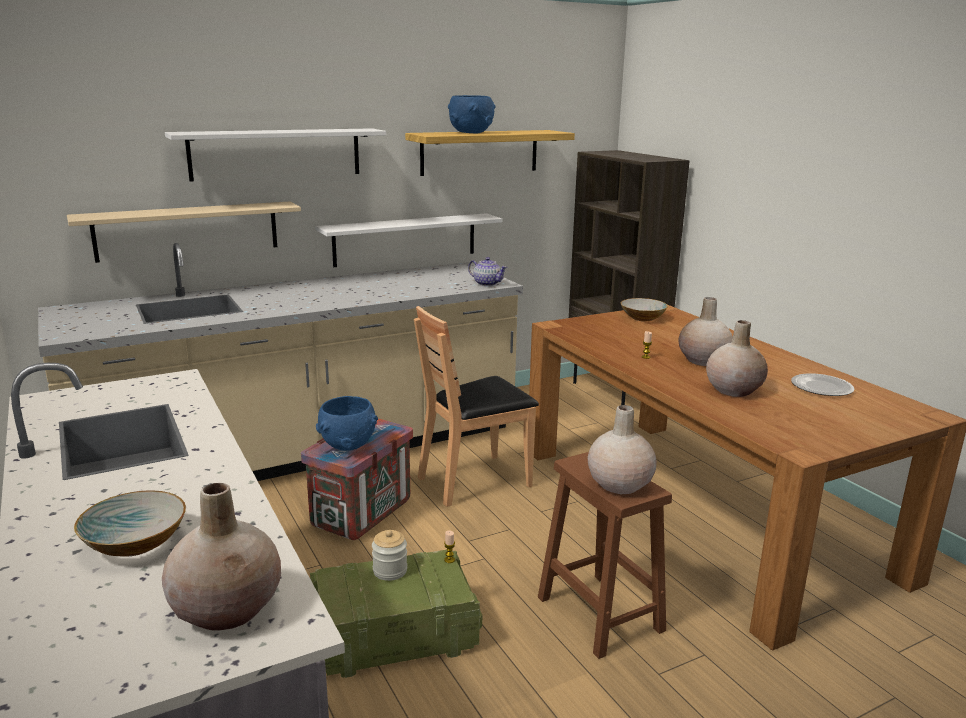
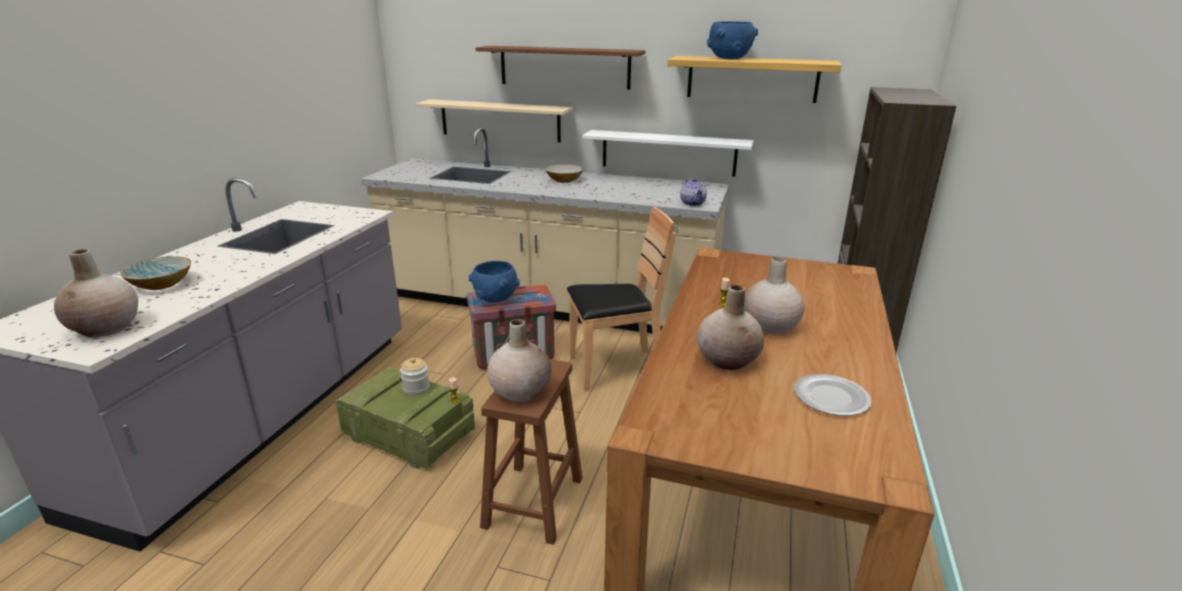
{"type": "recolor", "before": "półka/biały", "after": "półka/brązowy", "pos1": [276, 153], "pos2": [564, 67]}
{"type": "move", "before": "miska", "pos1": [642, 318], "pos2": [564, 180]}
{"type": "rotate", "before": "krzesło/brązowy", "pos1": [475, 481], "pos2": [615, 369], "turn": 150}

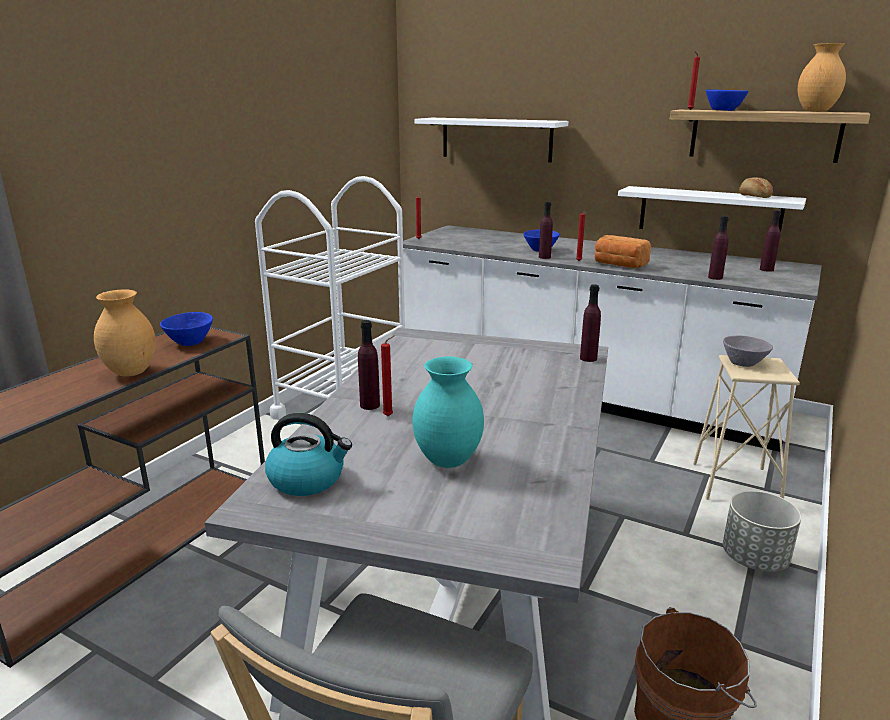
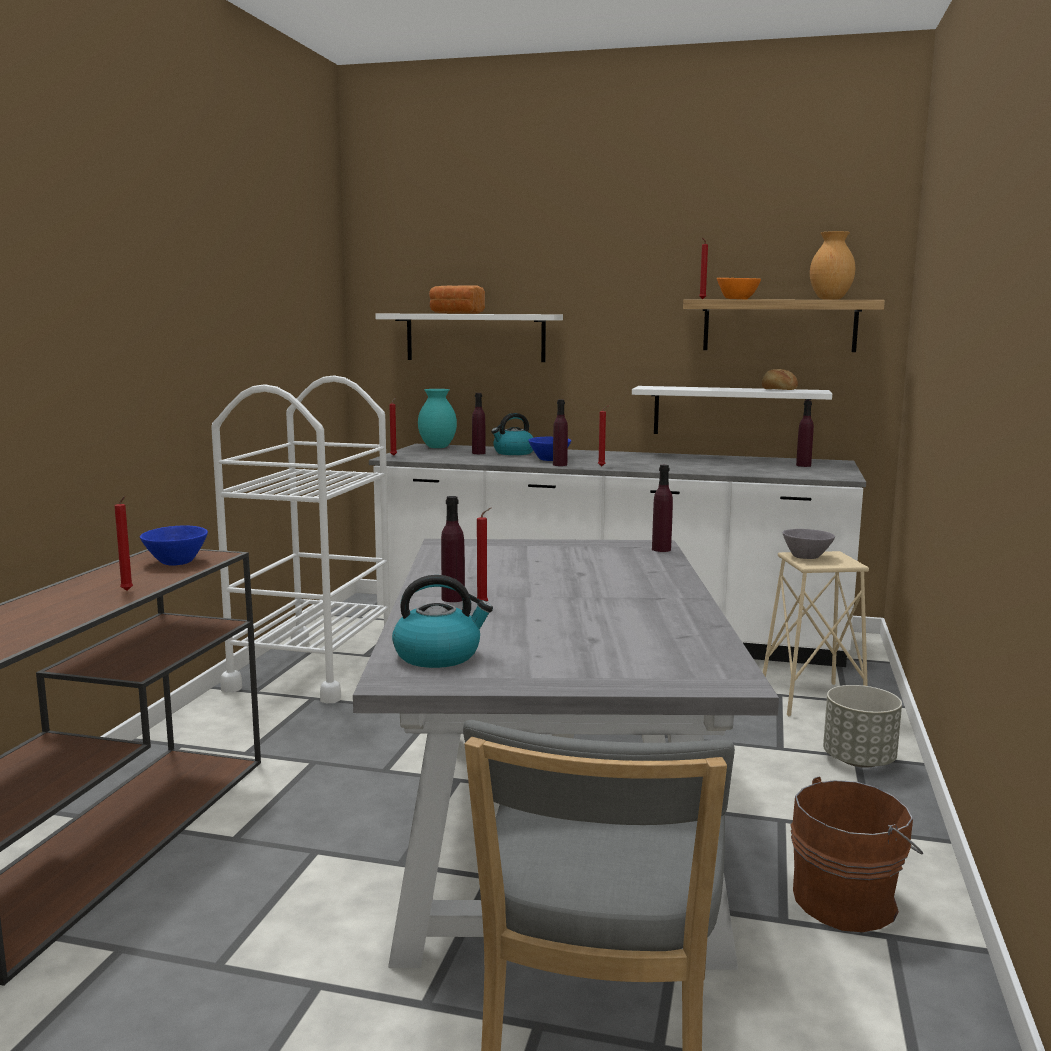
{"type": "recolor", "before": "miska/niebieski", "after": "miska/pomarańczowy", "pos1": [723, 110], "pos2": [737, 299]}
{"type": "move", "before": "butelka/fioletowy", "pos1": [715, 277], "pos2": [478, 453]}
{"type": "move", "before": "chleb", "pos1": [619, 265], "pos2": [455, 313]}
{"type": "replace", "before": "wazon/brązowy", "after": "świeca/czerwony", "pos1": [130, 373], "pos2": [128, 591]}
{"type": "move", "before": "wazon/turkusowy", "pos1": [448, 461], "pos2": [437, 447]}
{"type": "insert", "after": "czajnik", "pos2": [513, 453]}

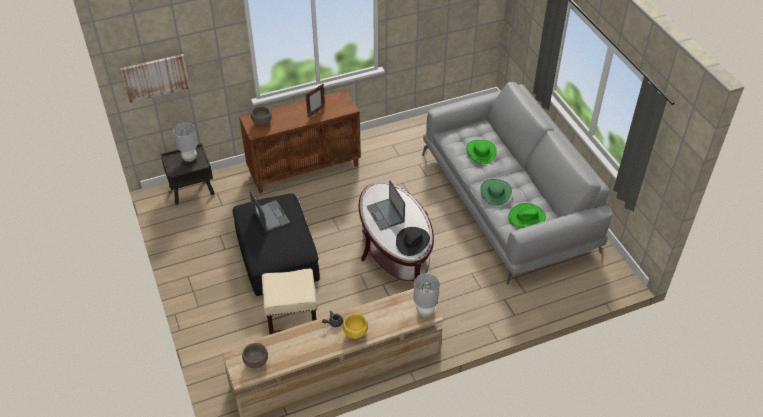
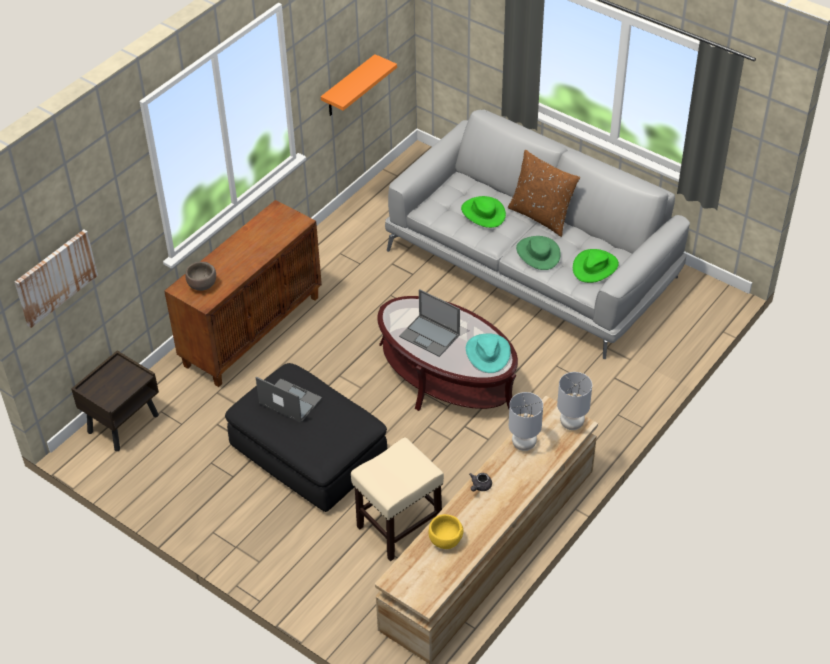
{"type": "delete", "before": "ramka na zdjęcie", "pos1": [316, 112]}
{"type": "move", "before": "lampa stołowa/szary", "pos1": [189, 158], "pos2": [523, 444]}
{"type": "recolor", "before": "kapelusz/czarny", "after": "kapelusz/turkusowy", "pos1": [412, 241], "pos2": [487, 353]}
{"type": "move", "before": "miska/żółty", "pos1": [355, 333], "pos2": [445, 541]}
{"type": "delete", "before": "miska/brązowy", "pos1": [256, 362]}
{"type": "insert", "after": "półka/pomarańczowy", "pos2": [348, 87]}
{"type": "insert", "after": "poduszka/brązowy", "pos2": [541, 216]}

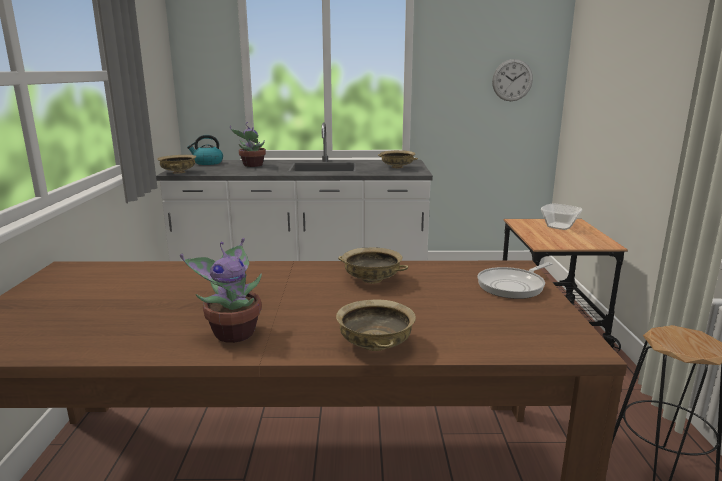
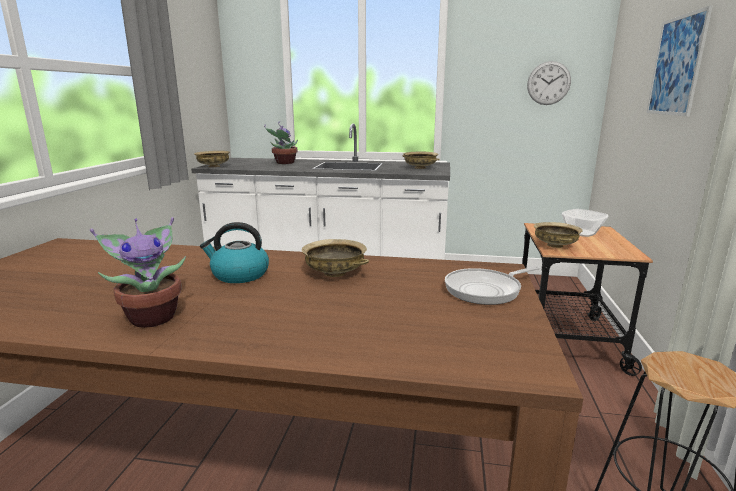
{"type": "move", "before": "czajnik", "pos1": [207, 163], "pos2": [239, 275]}
{"type": "move", "before": "miska/beżowy", "pos1": [375, 344], "pos2": [555, 245]}
{"type": "insert", "after": "obraz", "pos2": [676, 66]}

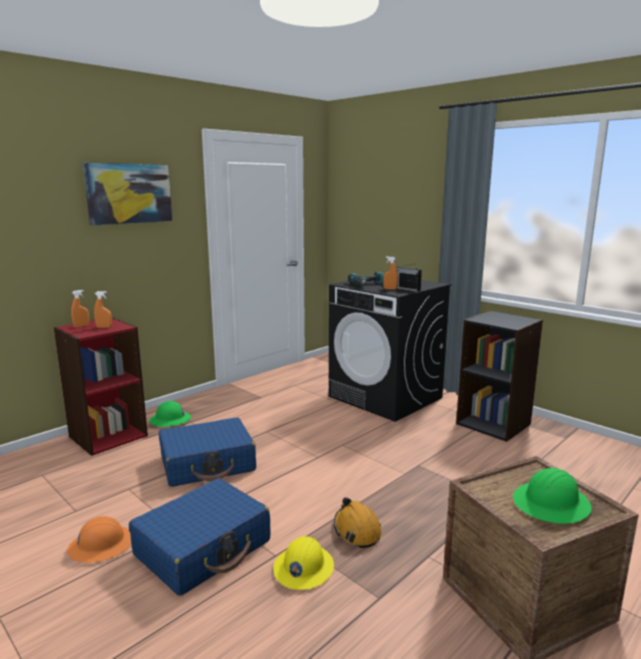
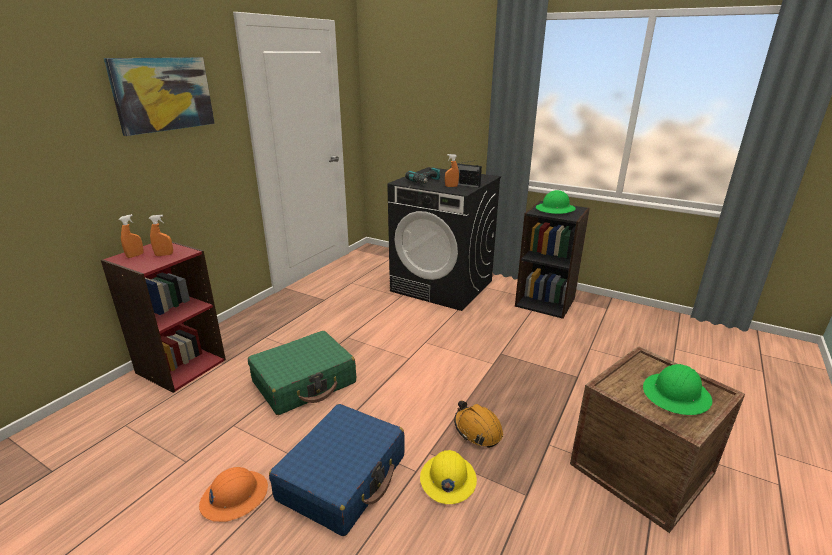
{"type": "move", "before": "kask/zielony", "pos1": [170, 420], "pos2": [555, 209]}
{"type": "recolor", "before": "walizka/niebieski", "after": "walizka/zielony", "pos1": [208, 464], "pos2": [304, 382]}

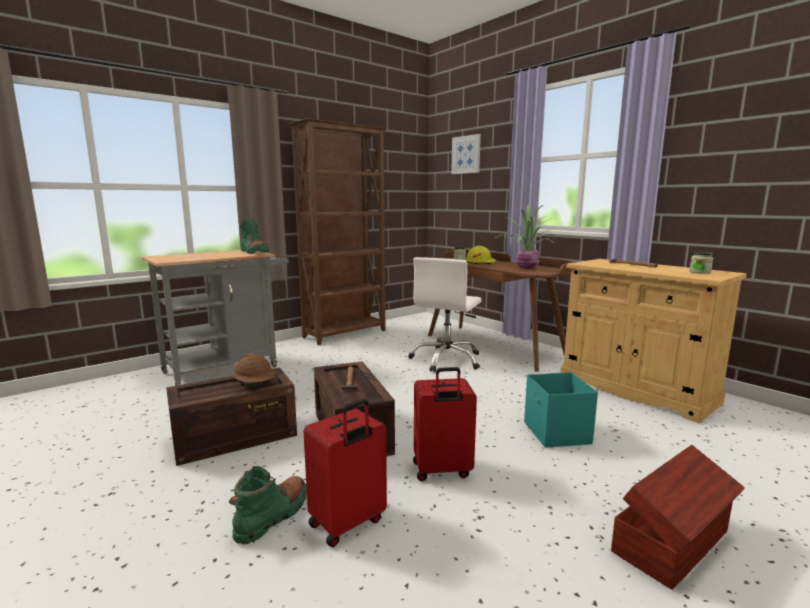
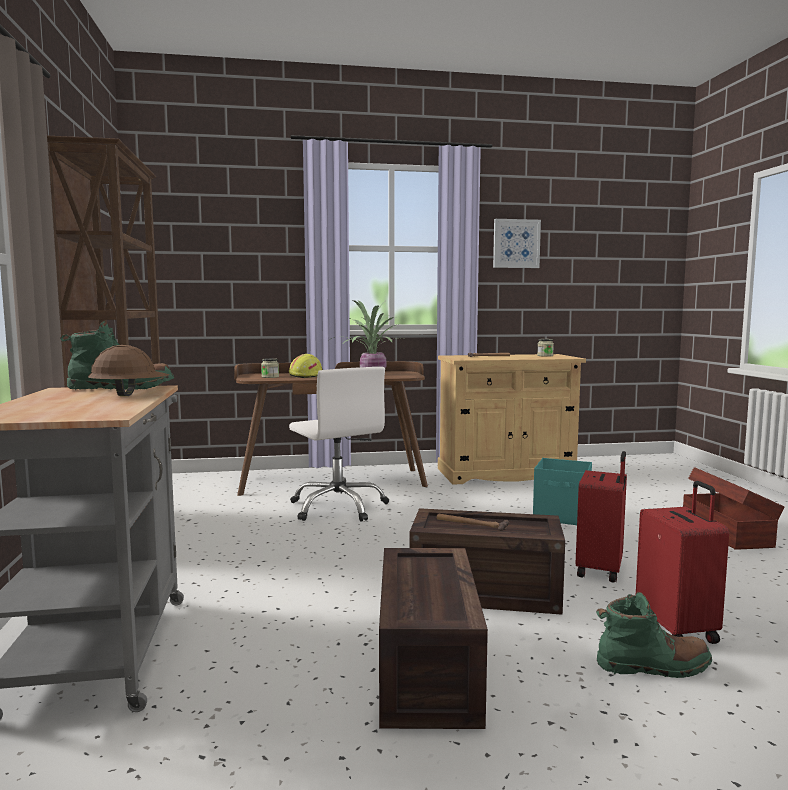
{"type": "move", "before": "obraz", "pos1": [466, 154], "pos2": [516, 243]}
{"type": "move", "before": "kask/brązowy", "pos1": [255, 385], "pos2": [130, 395]}
{"type": "rotate", "before": "but z cholewką/zielony", "pos1": [273, 516], "pos2": [653, 666], "turn": 120}

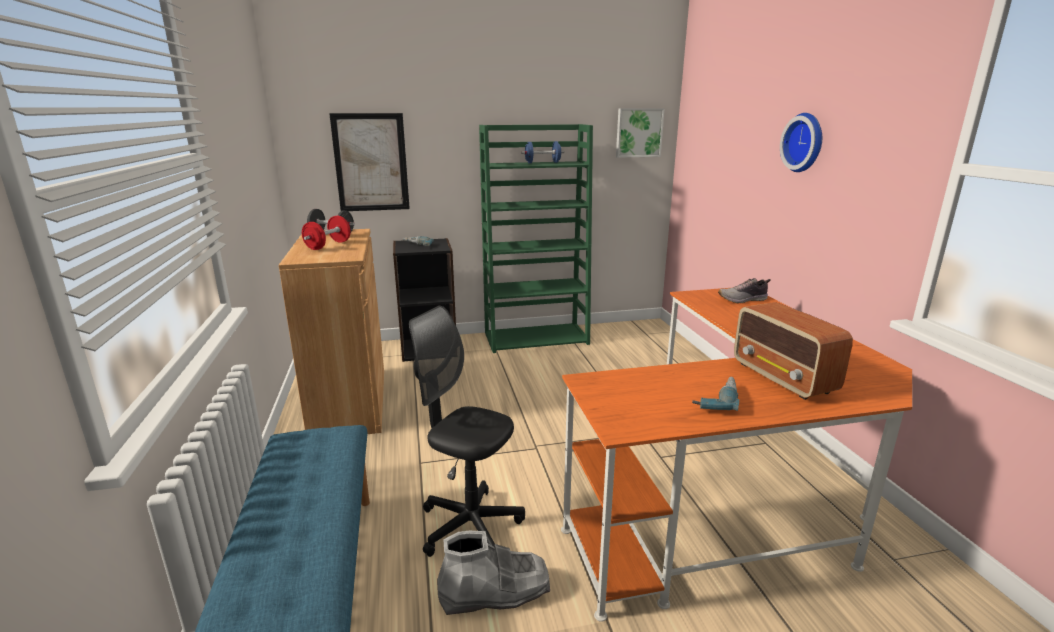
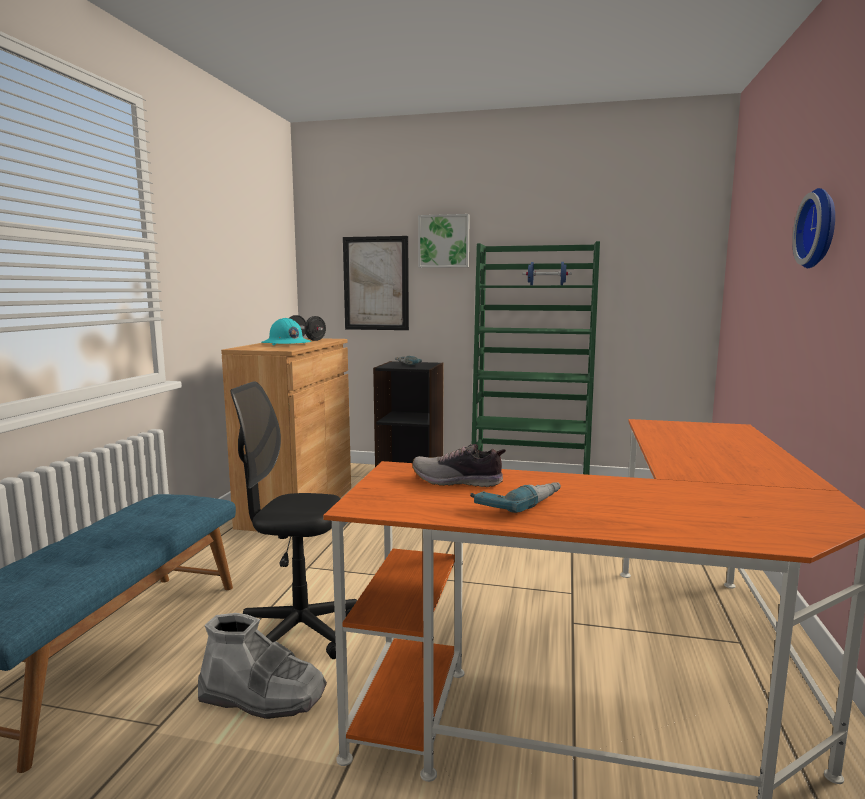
{"type": "move", "before": "obraz", "pos1": [638, 132], "pos2": [444, 241]}
{"type": "replace", "before": "hantel/czerwony", "after": "kask/turkusowy", "pos1": [328, 245], "pos2": [286, 344]}
{"type": "move", "before": "but", "pos1": [743, 300], "pos2": [457, 481]}
{"type": "delete", "before": "radio", "pos1": [783, 378]}
{"type": "rotate", "before": "krzesło biurowe/czarny", "pos1": [470, 526], "pos2": [298, 632], "turn": -45}

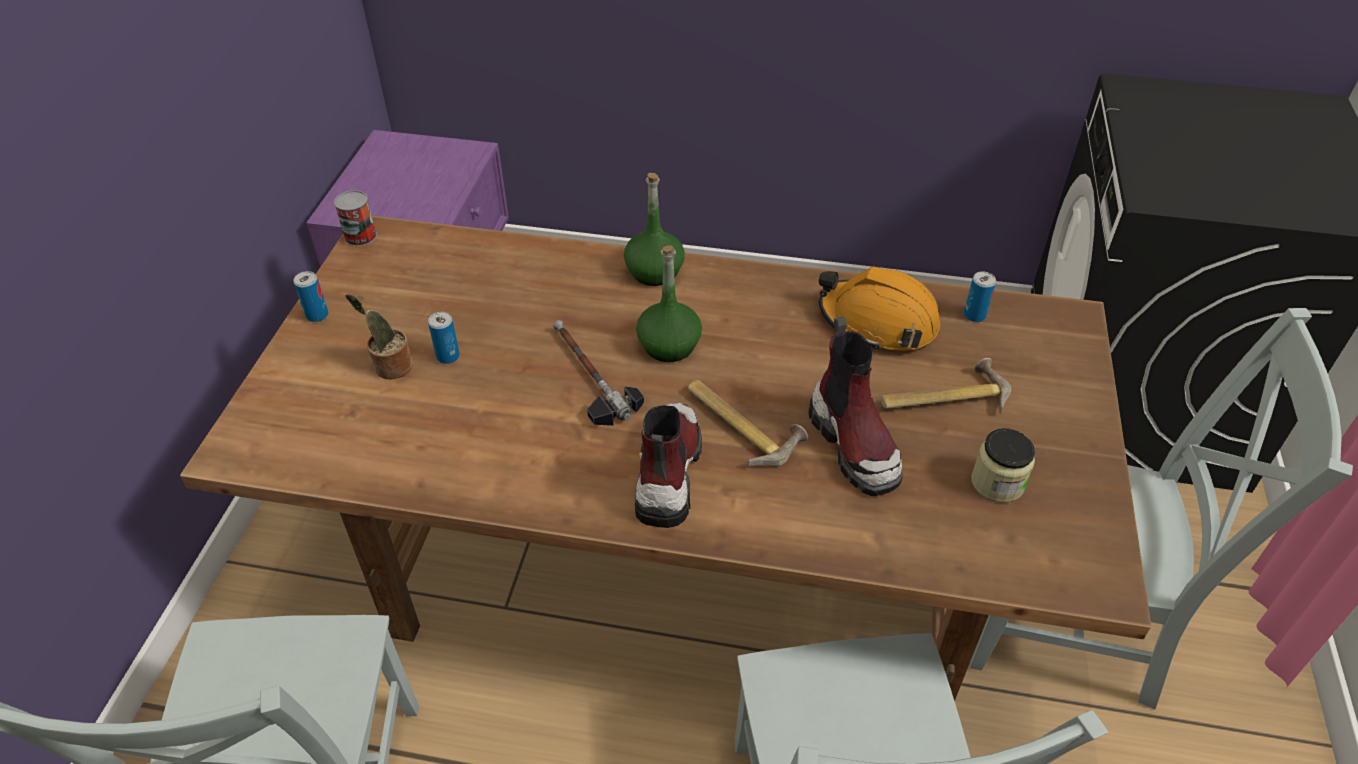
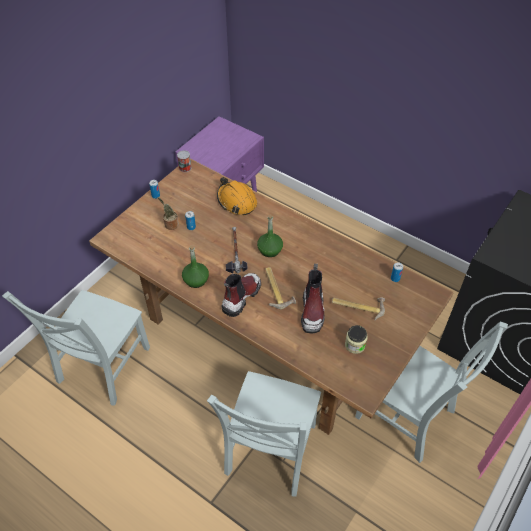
{"type": "move", "before": "butelka/zielony", "pos1": [654, 272], "pos2": [196, 280]}
{"type": "move", "before": "kask/pomarańczowy", "pos1": [877, 322], "pos2": [236, 201]}

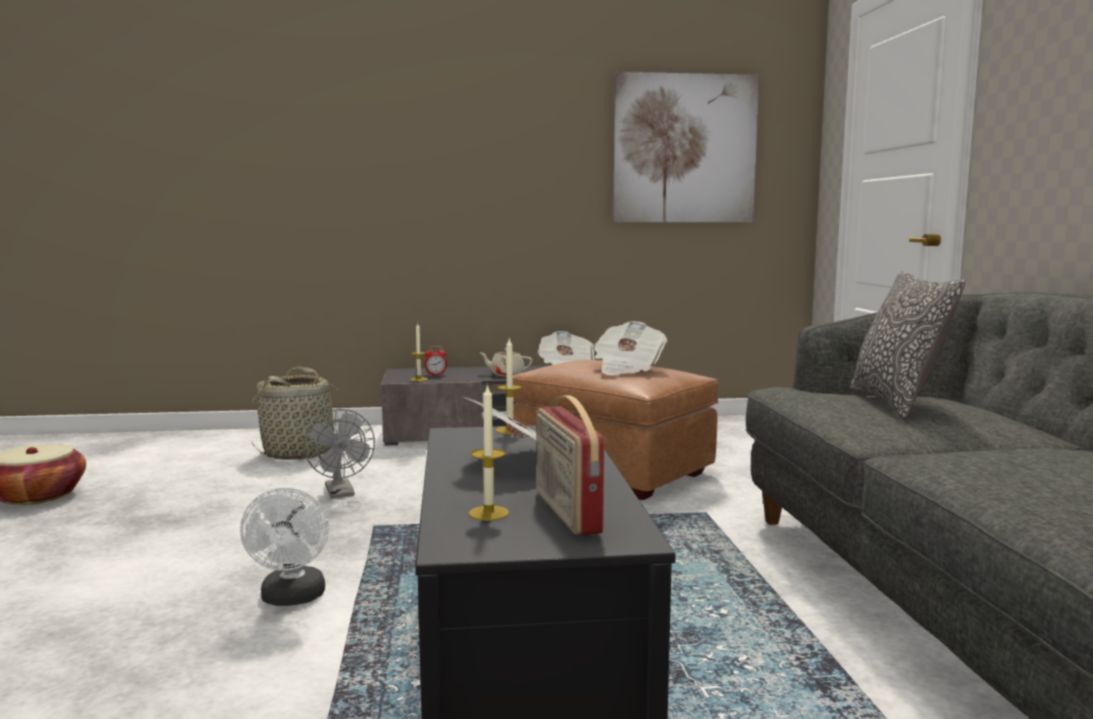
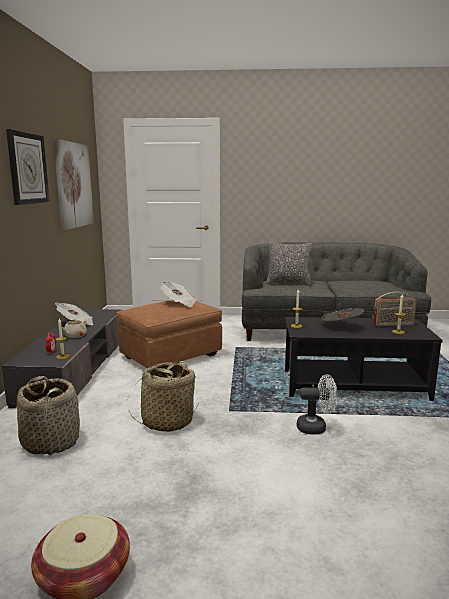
{"type": "replace", "before": "wentylator/szary", "after": "koszyk", "pos1": [341, 493], "pos2": [167, 421]}
{"type": "insert", "after": "zegar ścienny", "pos2": [27, 168]}

